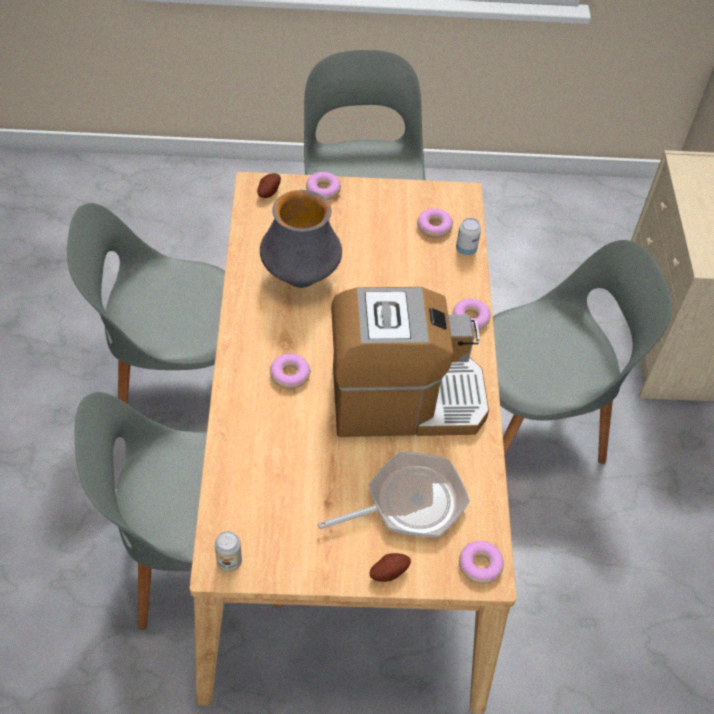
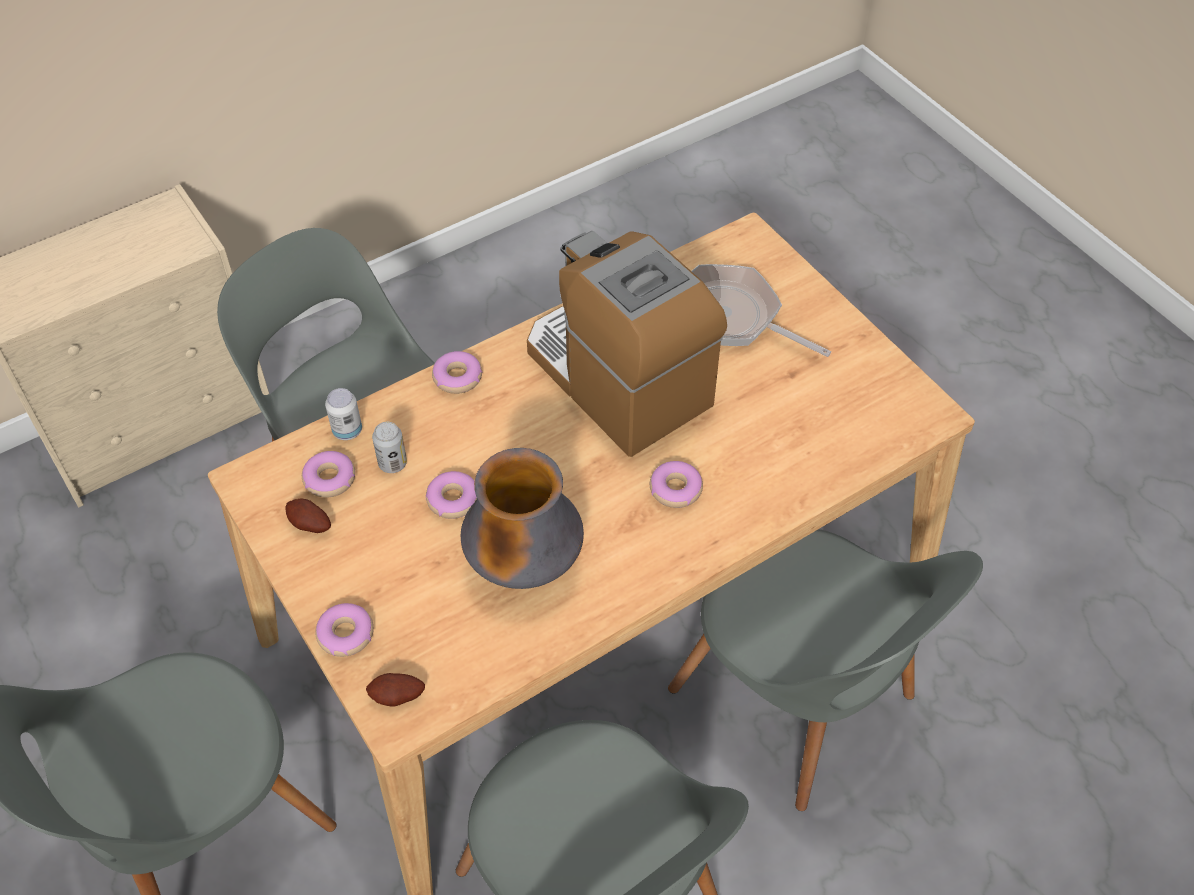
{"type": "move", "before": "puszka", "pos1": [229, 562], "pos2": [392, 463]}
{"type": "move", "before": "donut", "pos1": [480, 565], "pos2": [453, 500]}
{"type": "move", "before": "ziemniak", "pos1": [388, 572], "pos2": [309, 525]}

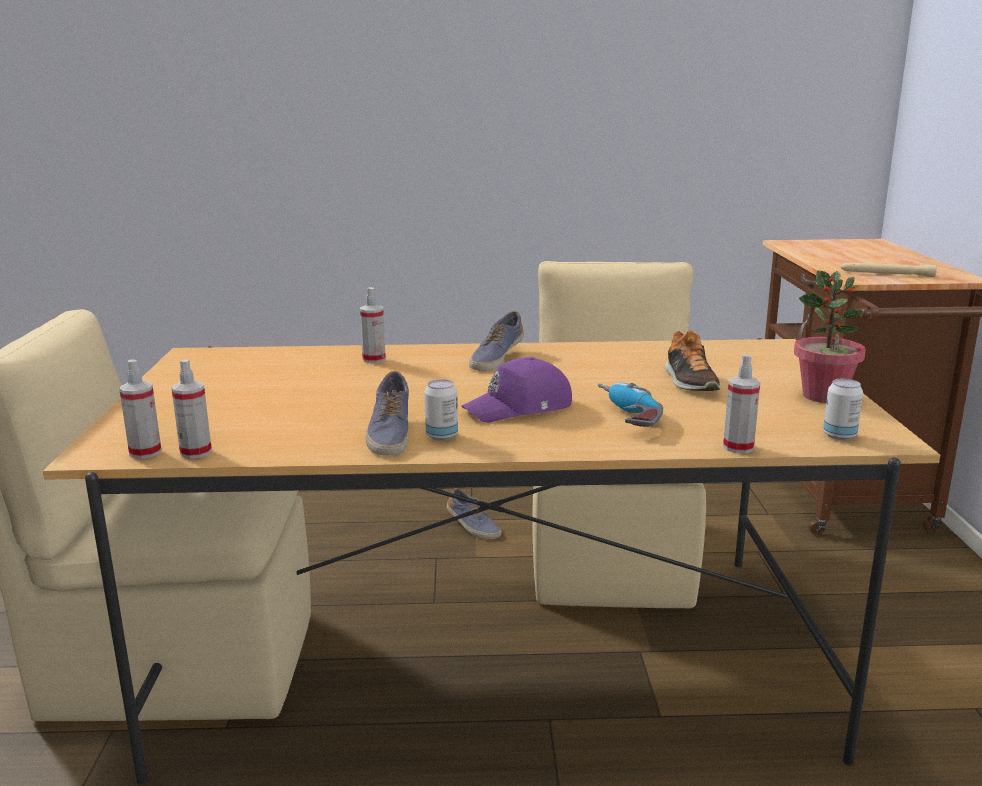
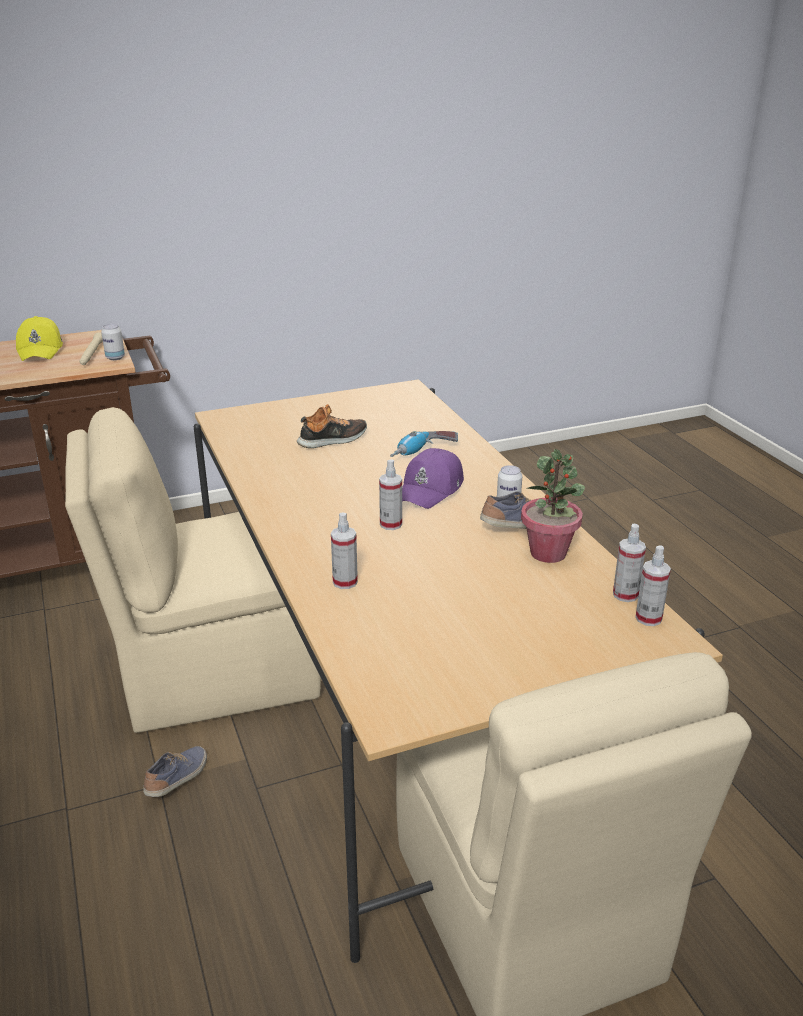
{"type": "move", "before": "roślina doniczkowa", "pos1": [823, 396], "pos2": [548, 553]}
{"type": "delete", "before": "but", "pos1": [496, 358]}
{"type": "move", "before": "spryskiwacz", "pos1": [738, 447], "pos2": [391, 524]}
{"type": "rotate", "before": "czapka z daszkiem/fioletowy", "pos1": [520, 408], "pos2": [432, 489], "turn": 75}
{"type": "move", "before": "puszka", "pos1": [839, 436], "pos2": [115, 358]}
{"type": "insert", "after": "czapka z daszkiem/żółty", "pos2": [41, 350]}

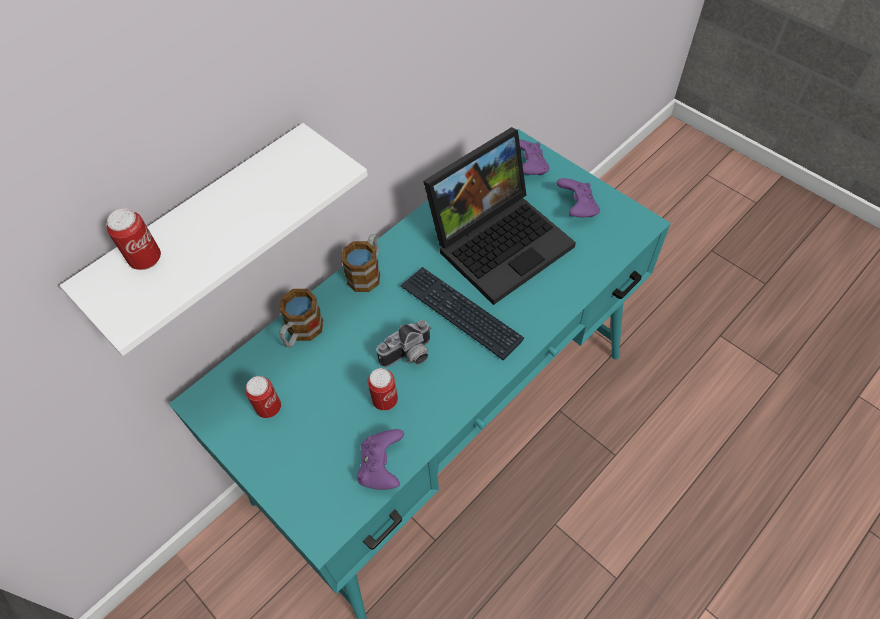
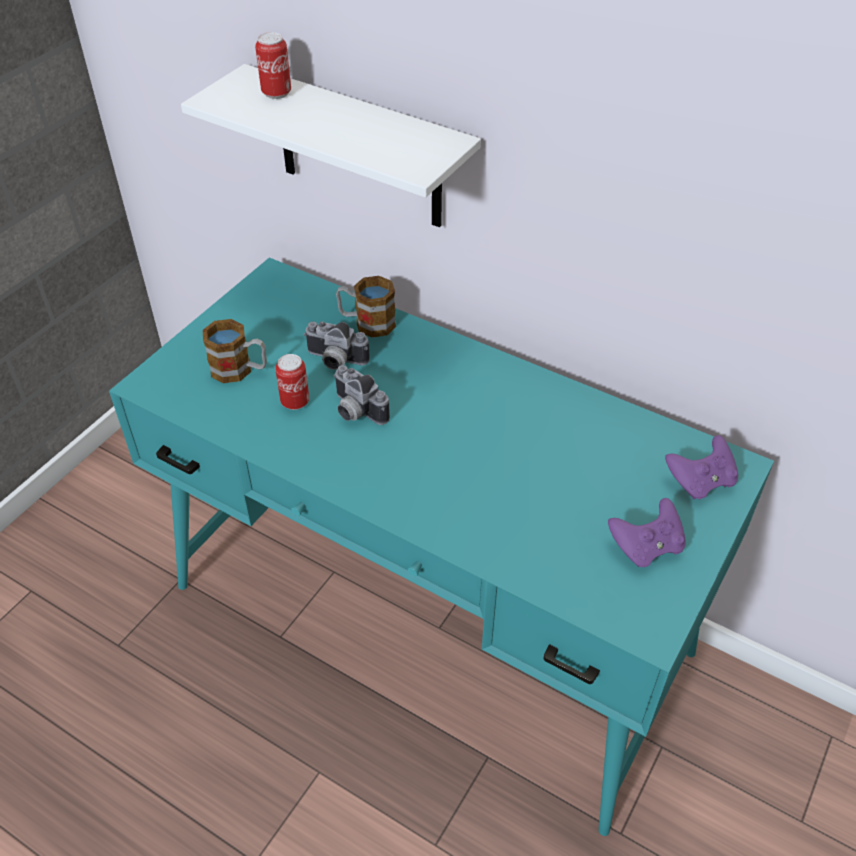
{"type": "delete", "before": "laptop", "pos1": [500, 240]}
{"type": "move", "before": "kubek", "pos1": [367, 272], "pos2": [240, 370]}
{"type": "delete", "before": "klawiatura", "pos1": [460, 313]}
{"type": "delete", "before": "puszka", "pos1": [269, 408]}
{"type": "delete", "before": "pad do gier/fioletowy", "pos1": [382, 466]}
{"type": "insert", "after": "aparat fotograficzny", "pos2": [334, 361]}

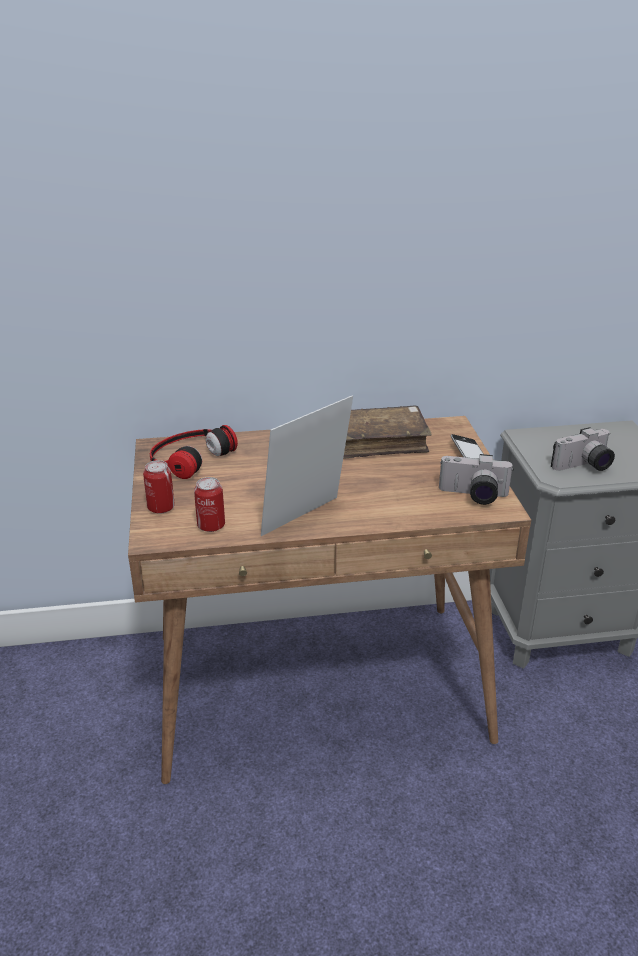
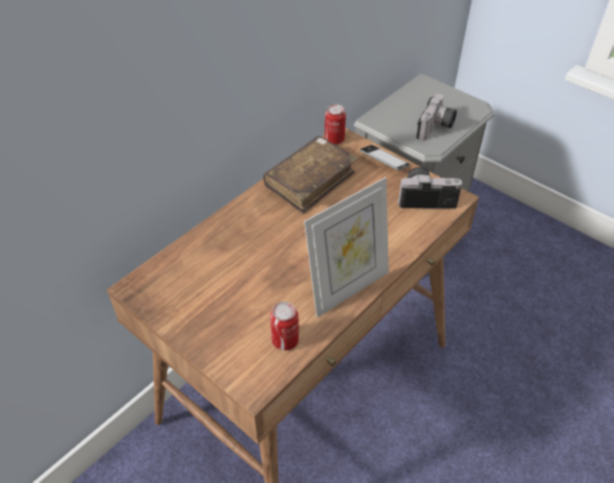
{"type": "rotate", "before": "ramka na zdjęcie", "pos1": [306, 520], "pos2": [347, 288], "turn": -135}
{"type": "delete", "before": "słuchawki", "pos1": [189, 457]}
{"type": "rotate", "before": "aparat fotograficzny", "pos1": [473, 496], "pos2": [426, 197], "turn": -150}
{"type": "move", "before": "puszka", "pos1": [161, 508], "pos2": [334, 139]}

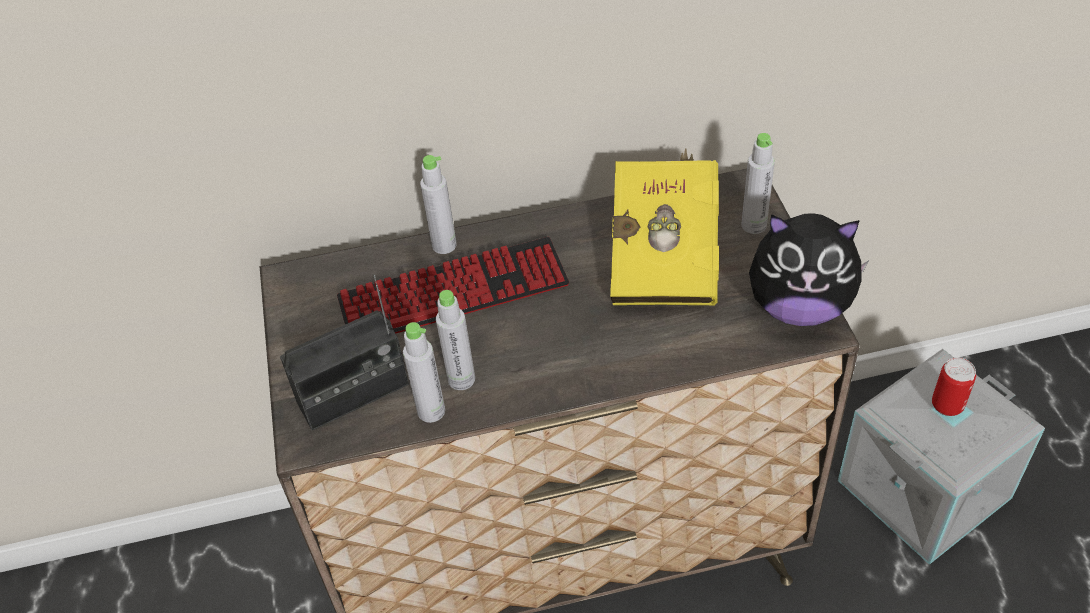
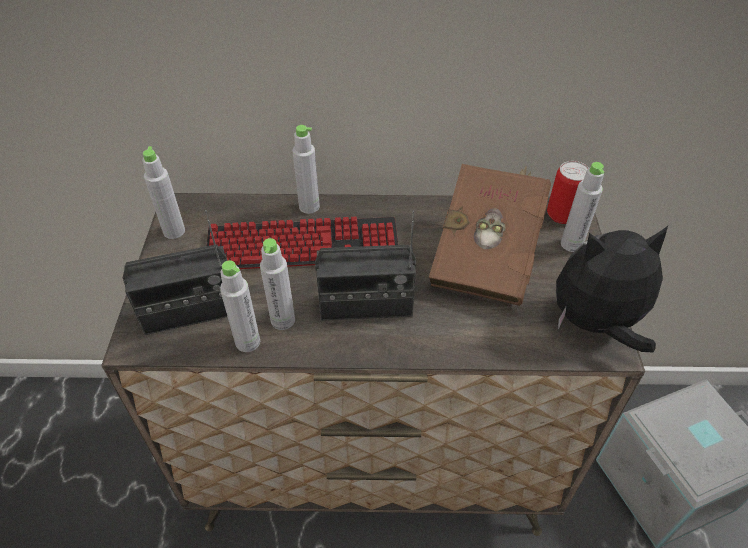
{"type": "recolor", "before": "książka/żółty", "after": "książka/brązowy", "pos1": [666, 256], "pos2": [488, 254]}
{"type": "rotate", "before": "pluszak", "pos1": [799, 306], "pos2": [595, 324], "turn": 150}
{"type": "move", "before": "puszka", "pos1": [947, 405], "pos2": [561, 215]}
{"type": "insert", "after": "butelka/szary", "pos2": [174, 231]}
{"type": "insert", "after": "radio", "pos2": [366, 305]}

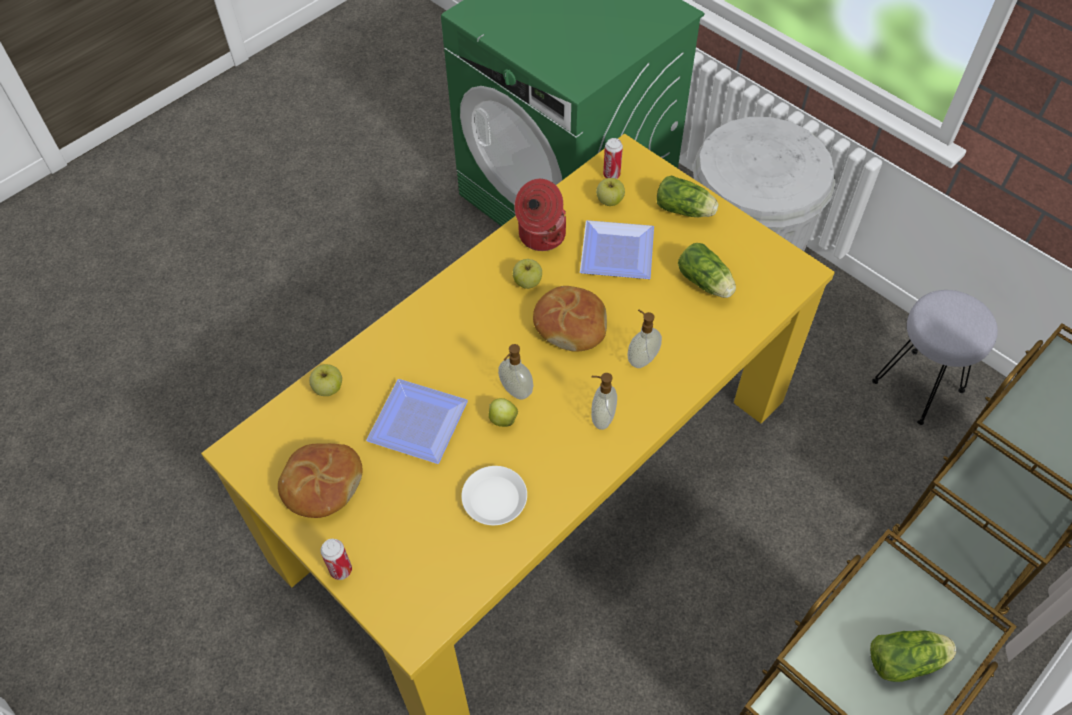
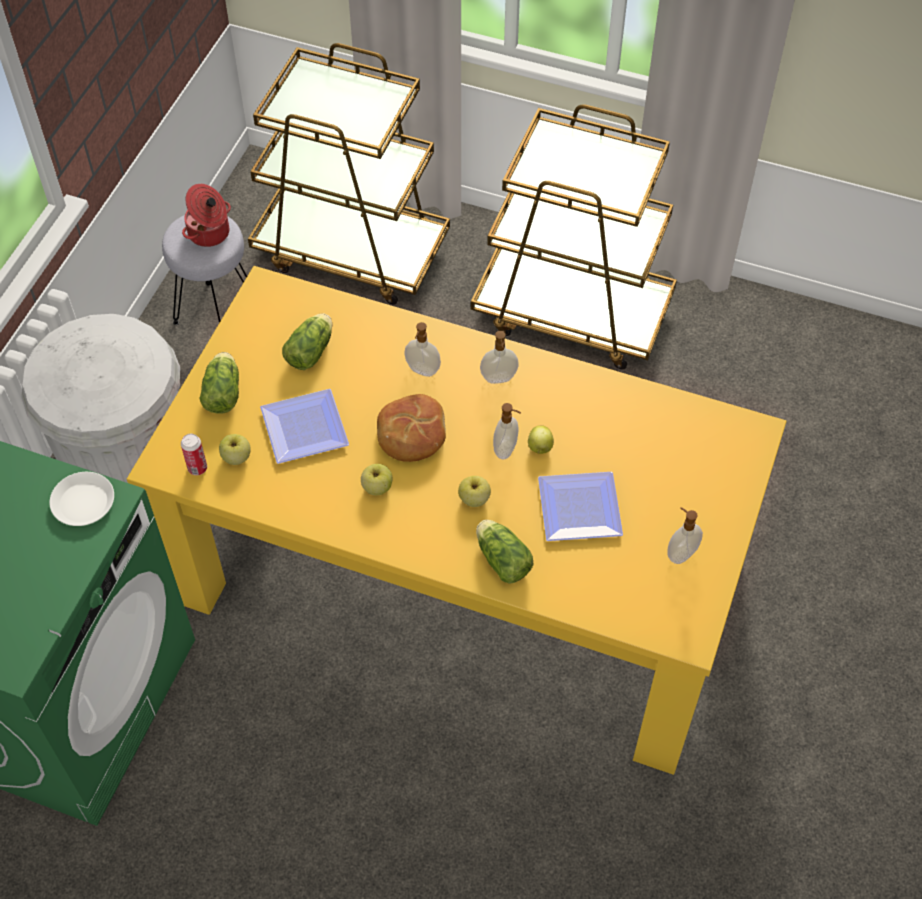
{"type": "move", "before": "garnek", "pos1": [540, 235], "pos2": [210, 233]}
{"type": "move", "before": "jabłko", "pos1": [328, 388], "pos2": [474, 499]}
{"type": "replace", "before": "chleb", "after": "dozownik mydła", "pos1": [321, 485], "pos2": [681, 553]}
{"type": "move", "before": "talerz/biały", "pos1": [494, 498], "pos2": [83, 503]}
{"type": "delete", "before": "puszka", "pos1": [341, 570]}
{"type": "move", "before": "sałata", "pos1": [907, 660], "pos2": [501, 558]}

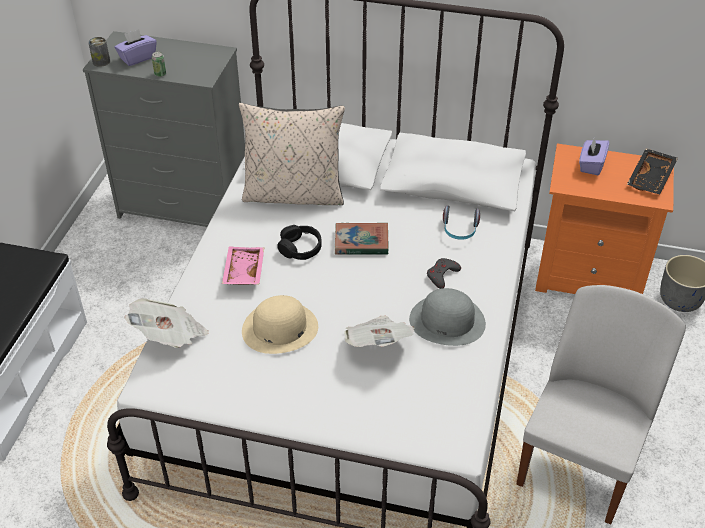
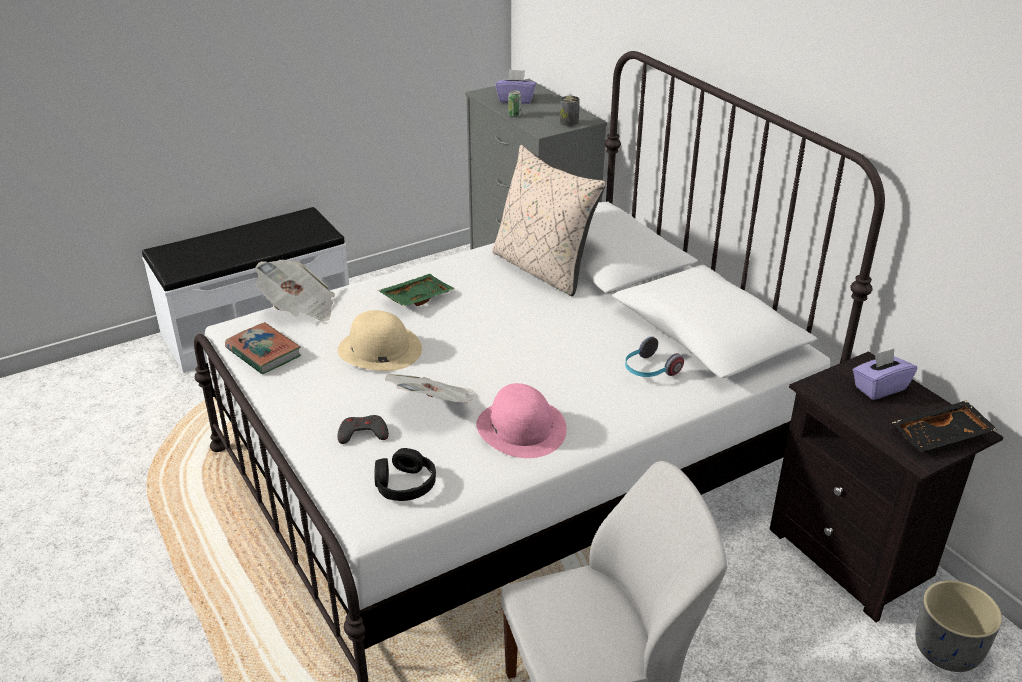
{"type": "move", "before": "puszka", "pos1": [101, 61], "pos2": [569, 123]}
{"type": "recolor", "before": "szafka nocna/pomarańczowy", "after": "szafka nocna/czarny", "pos1": [589, 276], "pos2": [856, 555]}
{"type": "move", "before": "książka", "pos1": [361, 242], "pos2": [263, 352]}
{"type": "move", "before": "słuchawki/czarny", "pos1": [300, 248], "pos2": [404, 484]}
{"type": "recolor", "before": "taca/różowy", "after": "taca/zielony", "pos1": [243, 272], "pos2": [416, 298]}
{"type": "move", "before": "pad do gier/szary", "pos1": [442, 275], "pos2": [363, 433]}
{"type": "recolor", "before": "kapelusz/szary", "after": "kapelusz/różowy", "pos1": [447, 321], "pos2": [521, 428]}

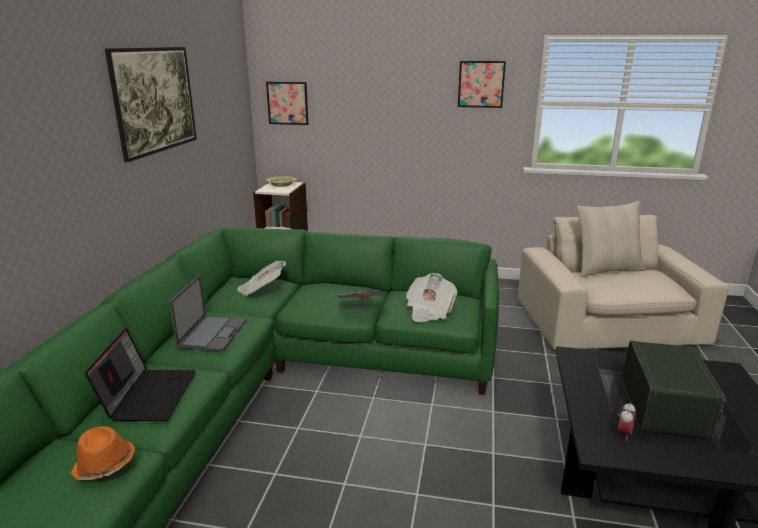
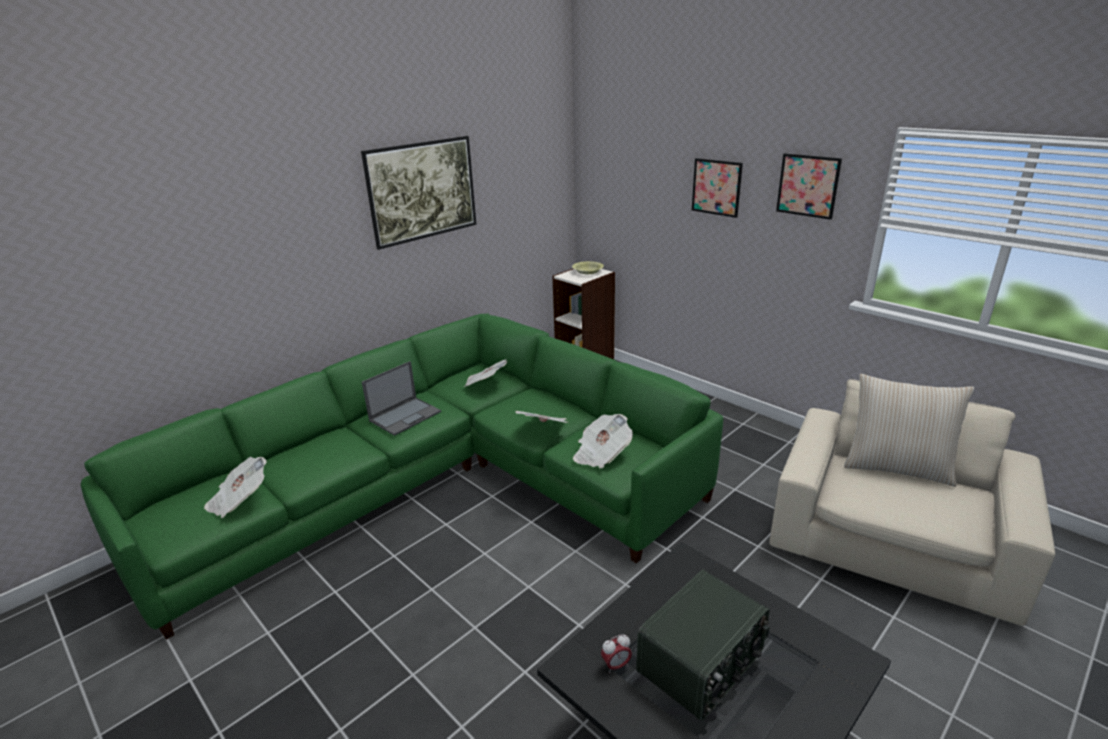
{"type": "move", "before": "obraz", "pos1": [287, 103], "pos2": [716, 187]}
{"type": "delete", "before": "laptop", "pos1": [149, 395]}
{"type": "replace", "before": "kapelusz/pomarańczowy", "after": "gazeta", "pos1": [104, 465], "pos2": [239, 500]}

